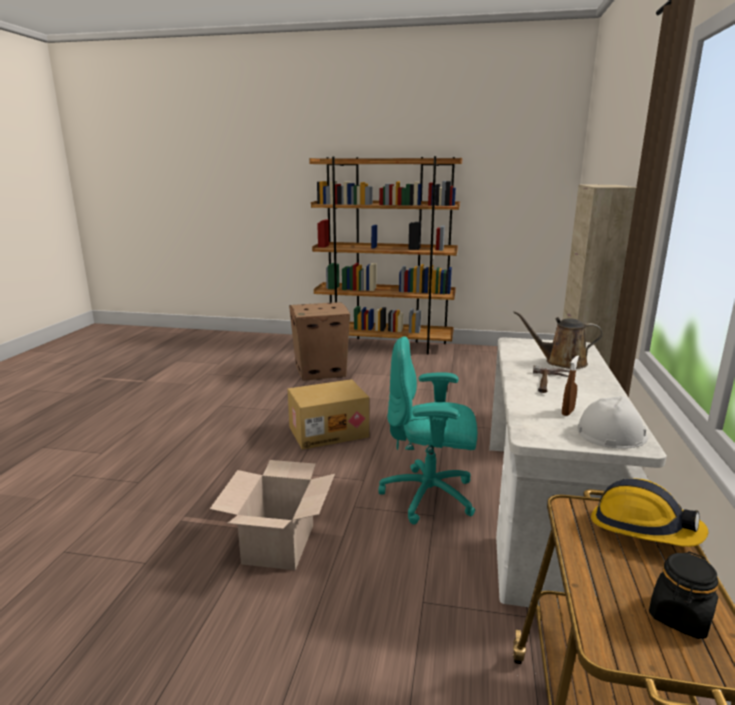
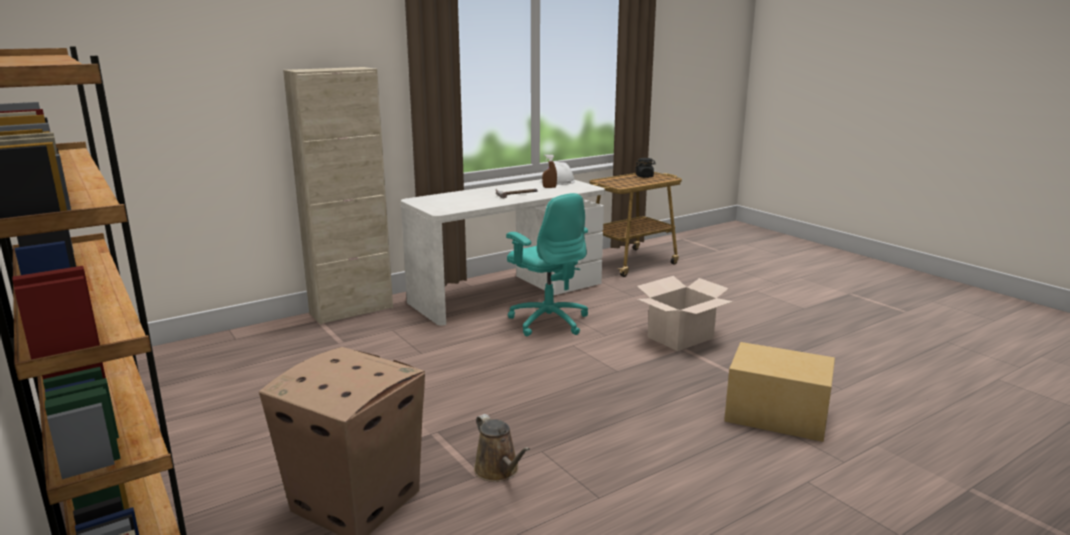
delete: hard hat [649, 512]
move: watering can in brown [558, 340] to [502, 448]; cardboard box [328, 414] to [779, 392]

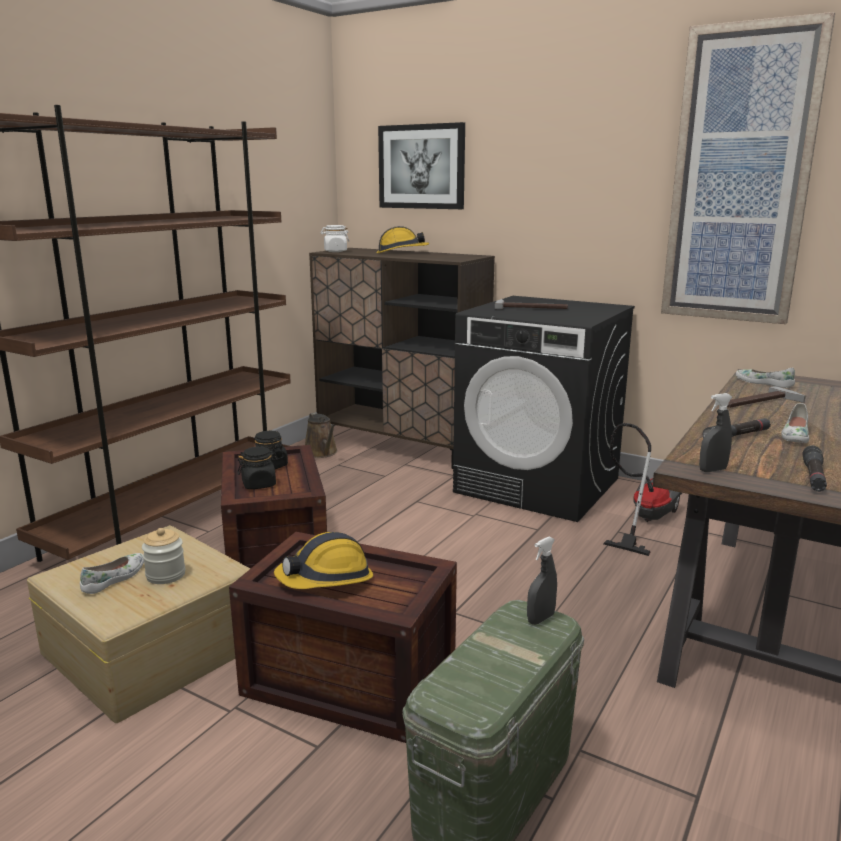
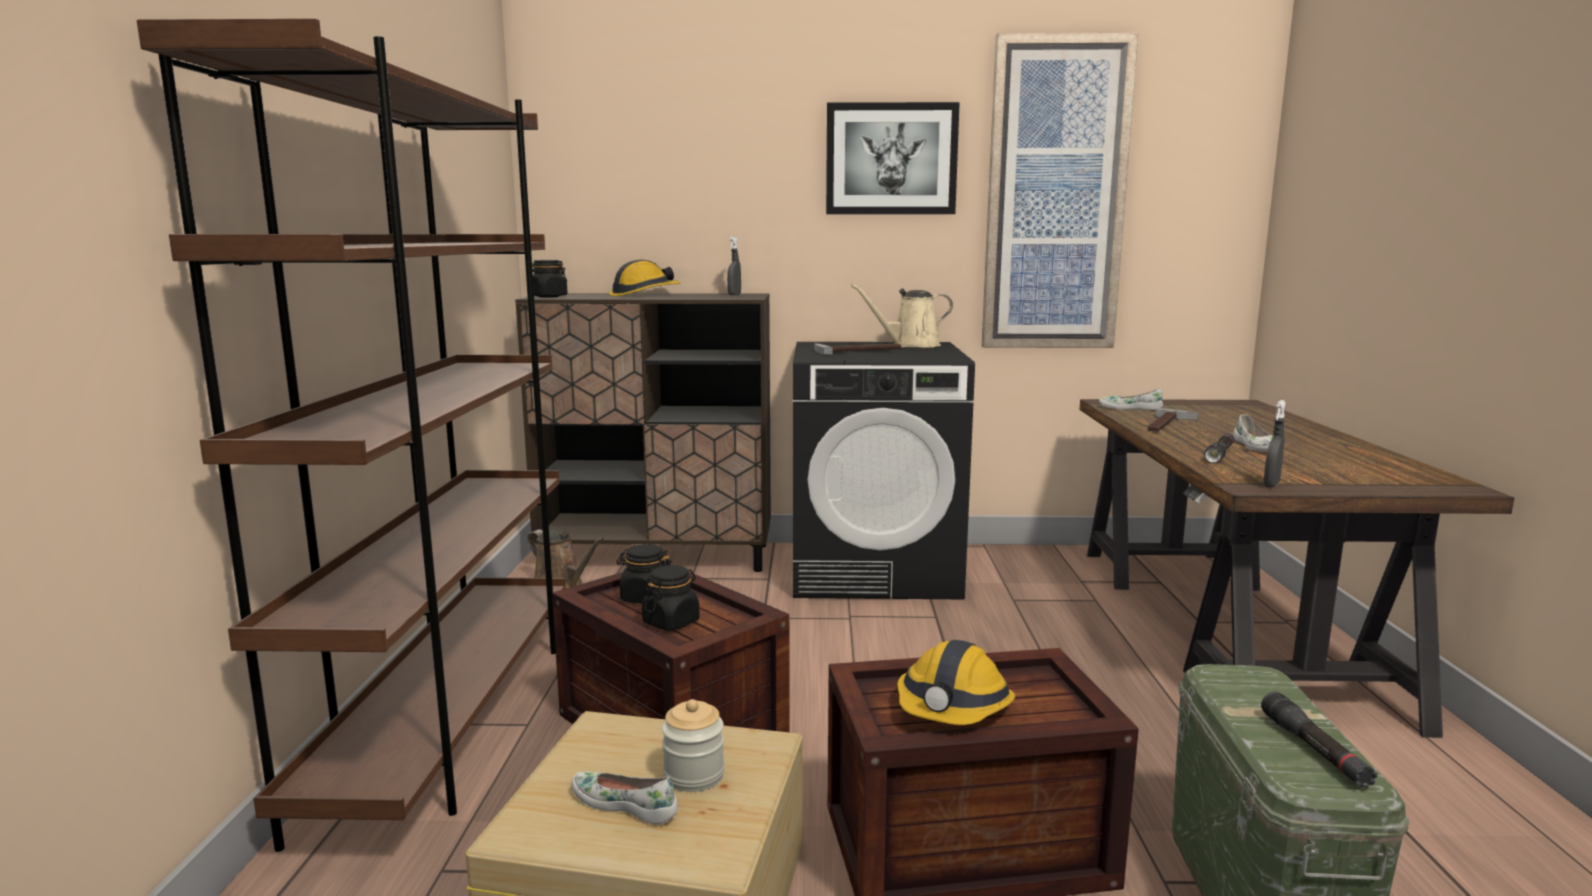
delete: vacuum cleaner [642, 489]
insert: watering can in beige [902, 316]
move: picture [421, 165] to [893, 158]; flashlight in black [815, 468] to [1319, 740]; spray bottle in grey [542, 581] to [734, 266]
recolor: jar in white [335, 238] to jar in black [549, 279]
rotate: shoe in white [112, 573] = [624, 798] 60 degrees counterclockwise

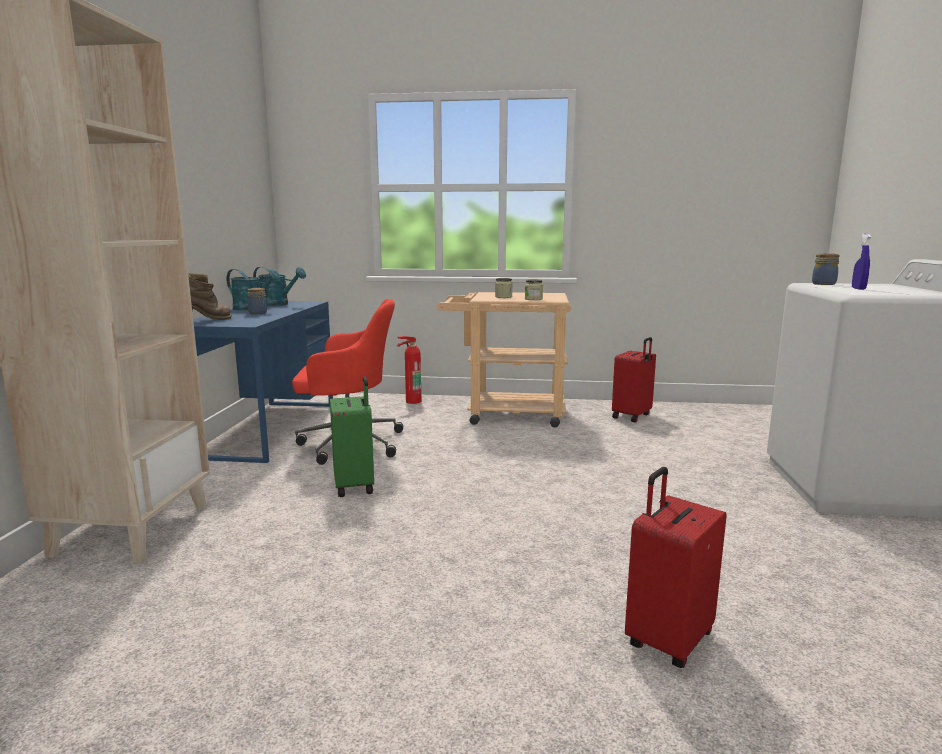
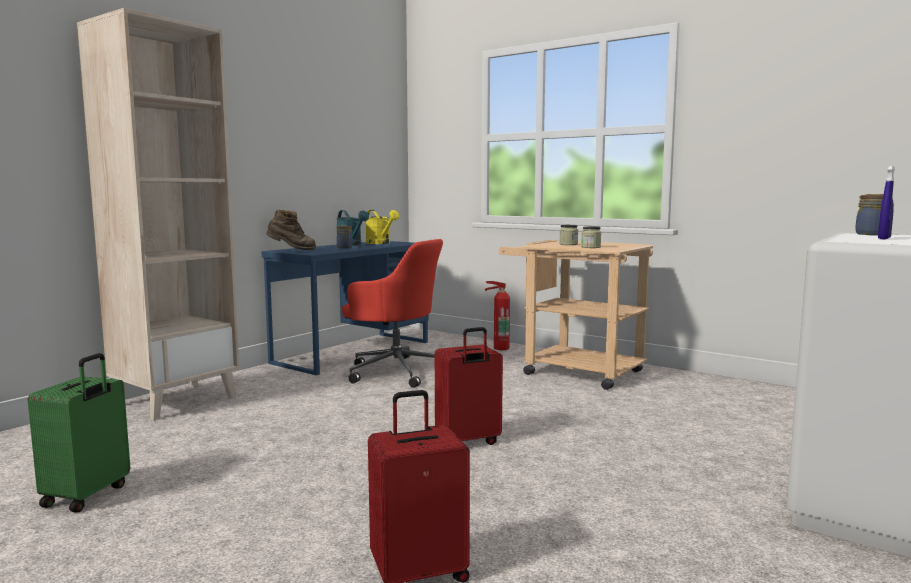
move: suitcase in red [634, 379] to [469, 386]; suitcase in green [352, 436] to [79, 432]
recolor: watering can in turquoise [279, 286] to watering can in yellow [382, 227]

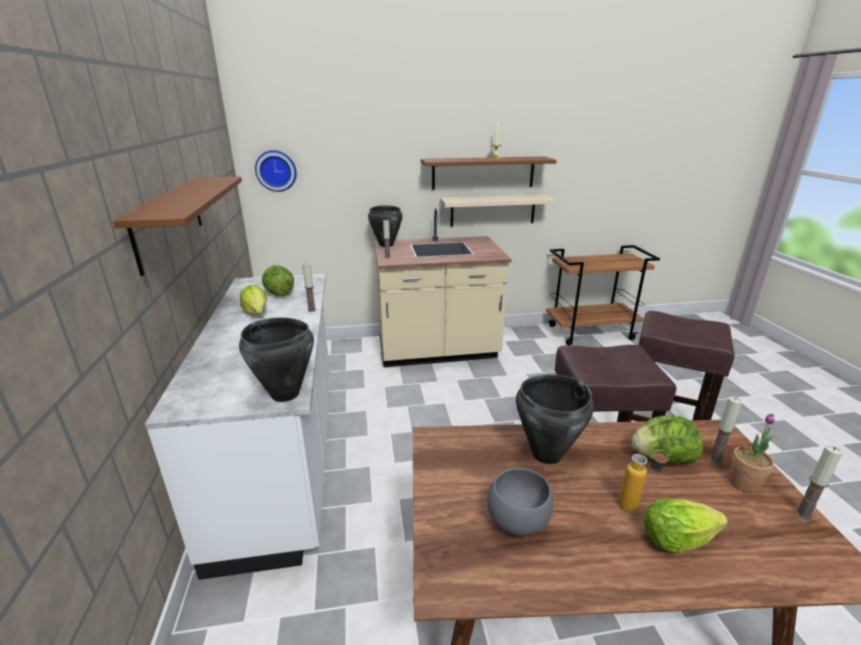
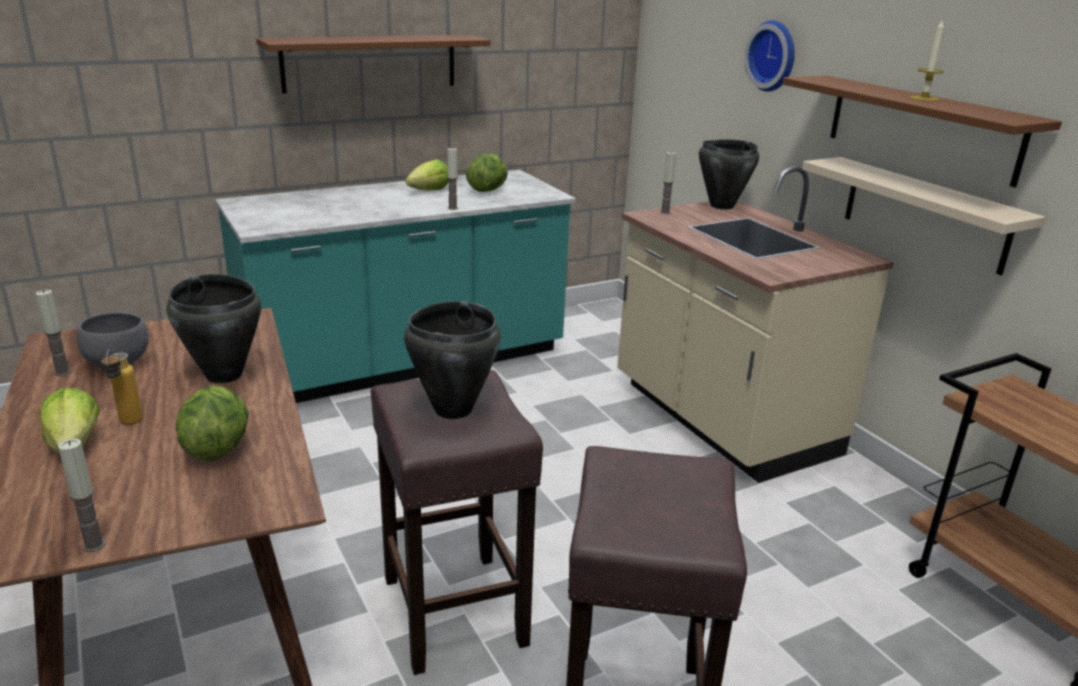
delete: potted plant [751, 453]
move: wall clock [276, 171] to [769, 56]; cooking pot in black [276, 360] to [452, 360]; candle [725, 430] to [53, 333]
recolor: counter in white [237, 427] to counter in turquoise [395, 286]

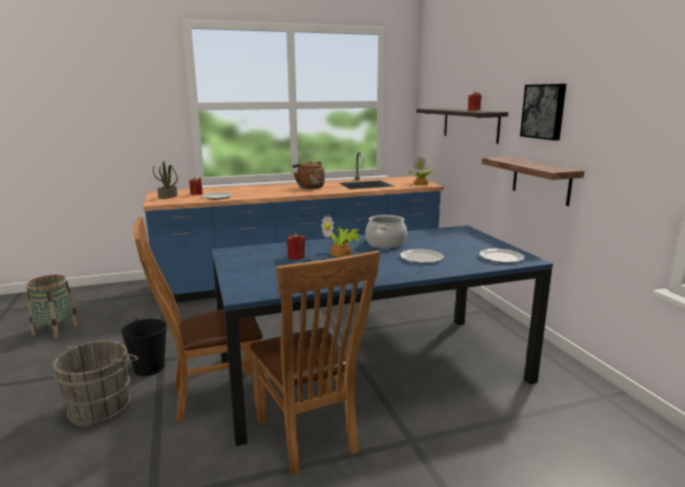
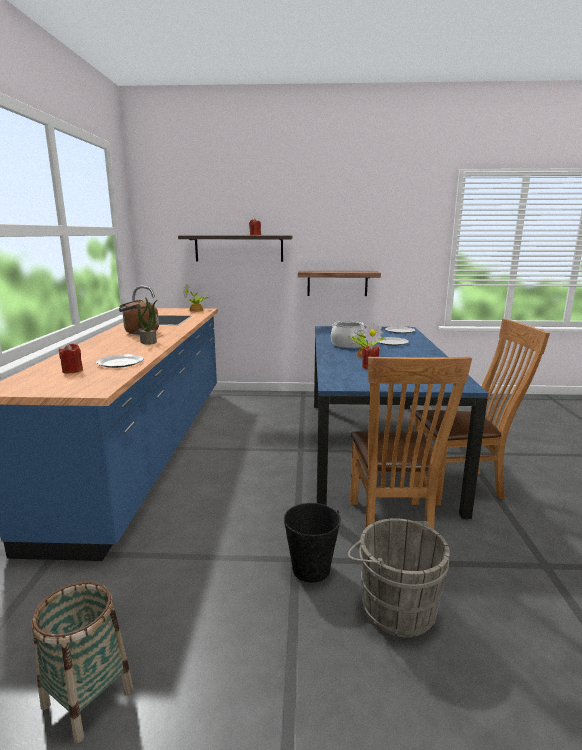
delete: picture [543, 112]
move: potted plant [165, 180] to [147, 321]

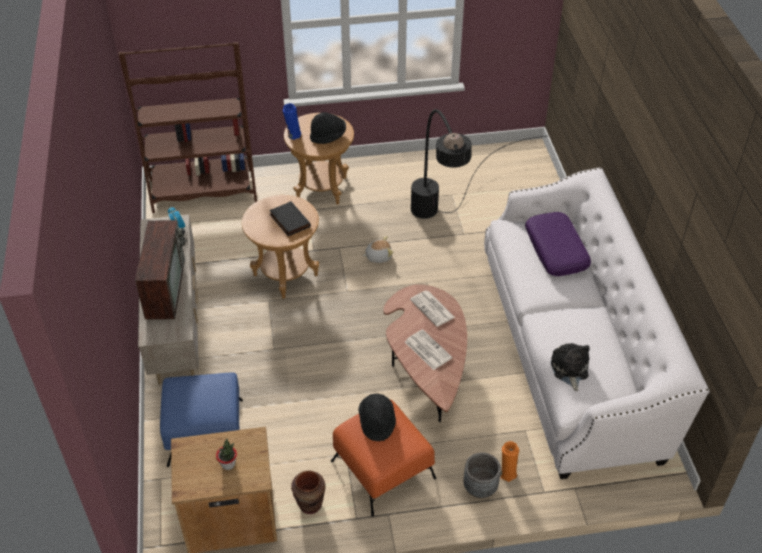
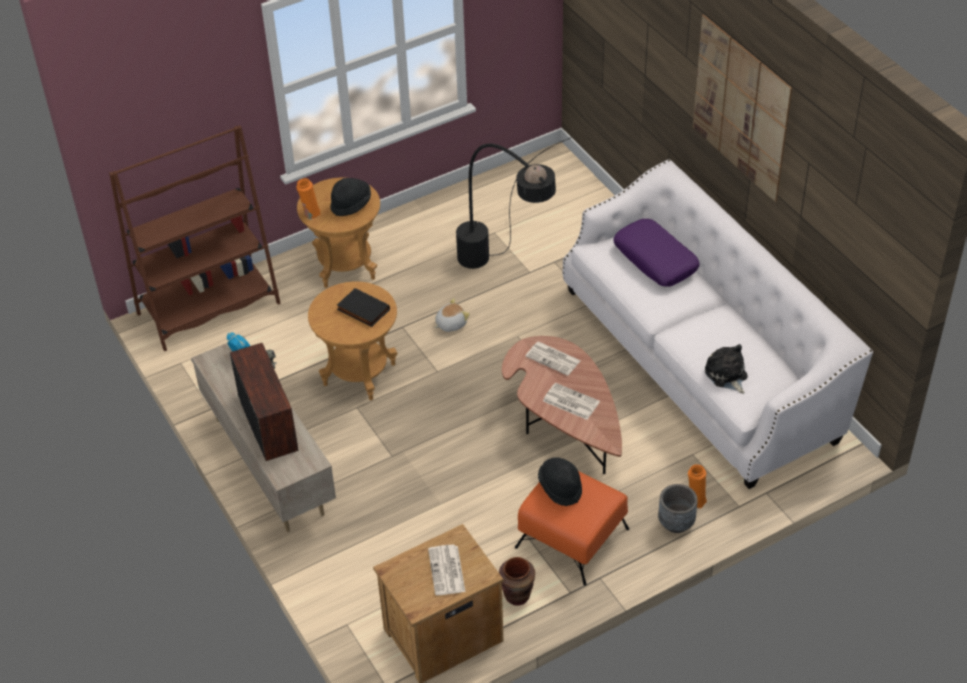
delete: ottoman in blue [201, 419]
insert: picture [742, 108]
replace: potted plant [226, 454] to newspaper [446, 569]
recolor: vase in blue [292, 121] to vase in orange [308, 198]

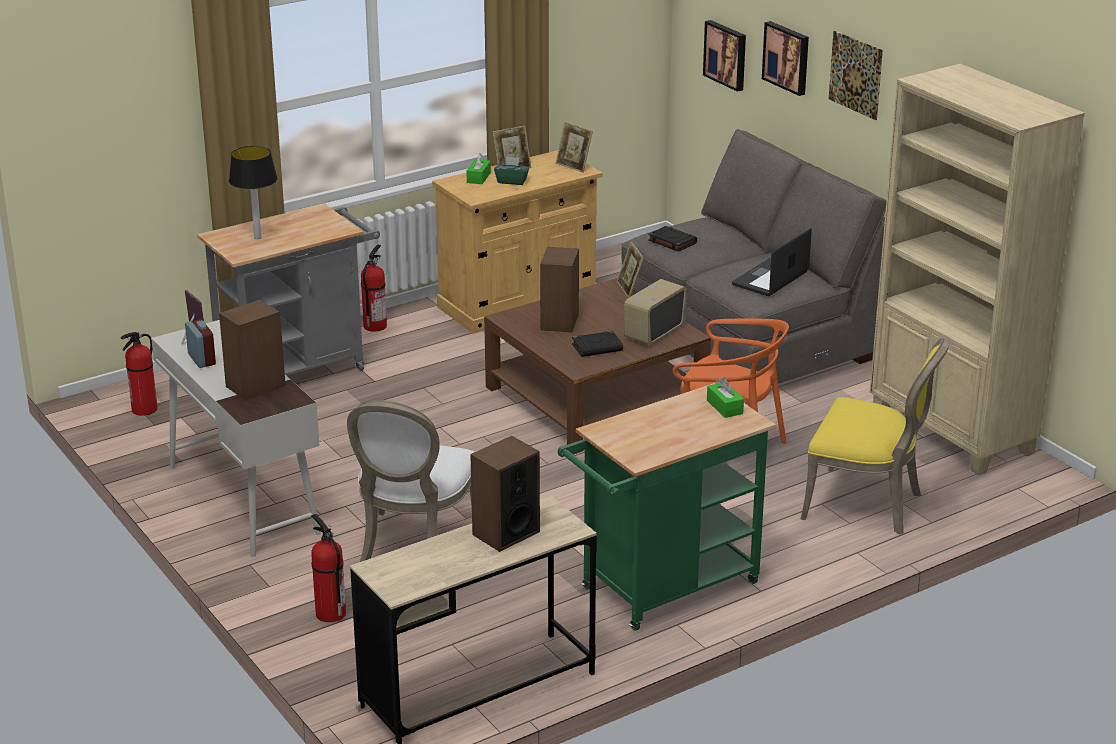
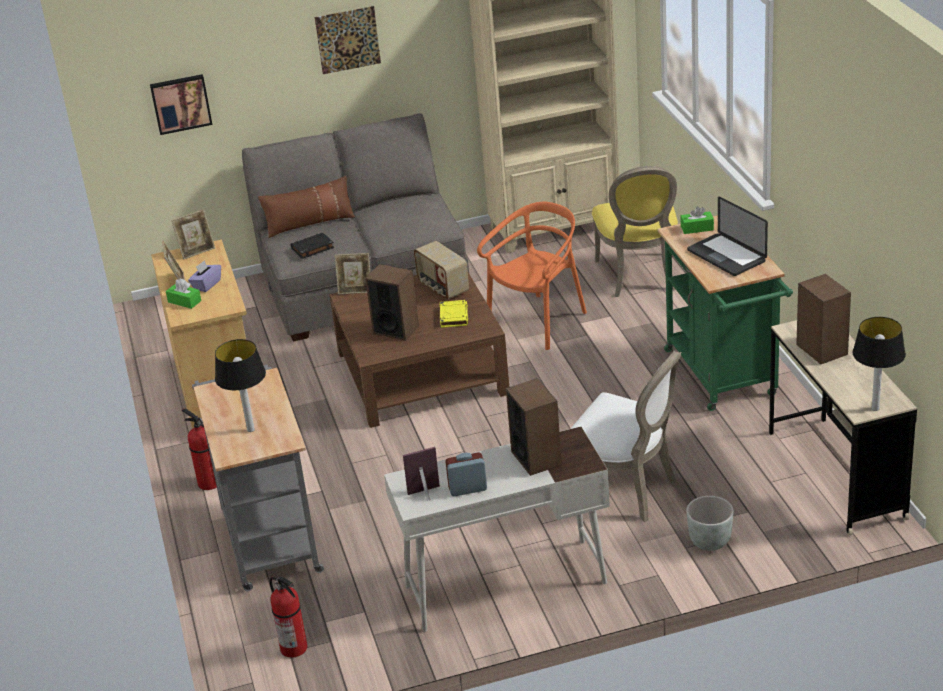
delete: picture [785, 58]
insert: pillow in brown [306, 207]; table lamp [879, 364]
move: laptop [772, 262] to [727, 236]
replace: fire extinguisher [328, 568] to planter in grey [710, 523]
recolor: tissue box in green [511, 170] to tissue box in purple [204, 276]; book in black [597, 344] to book in yellow [453, 314]
rotate: chair in yellow [876, 436] = [635, 231] 135 degrees clockwise

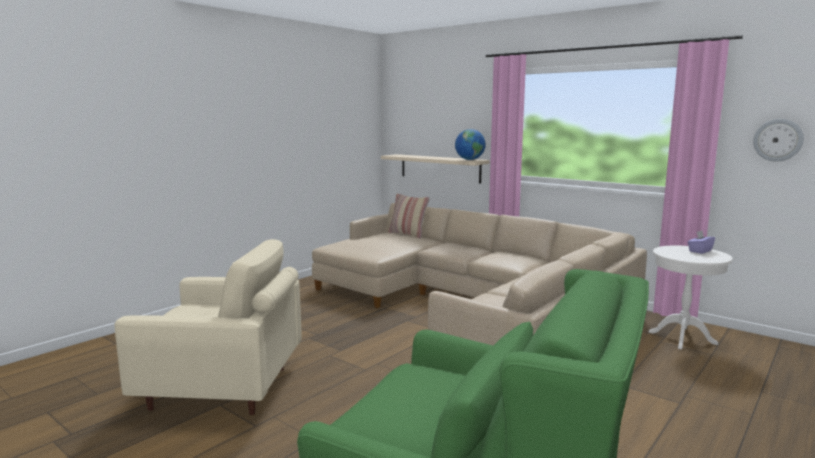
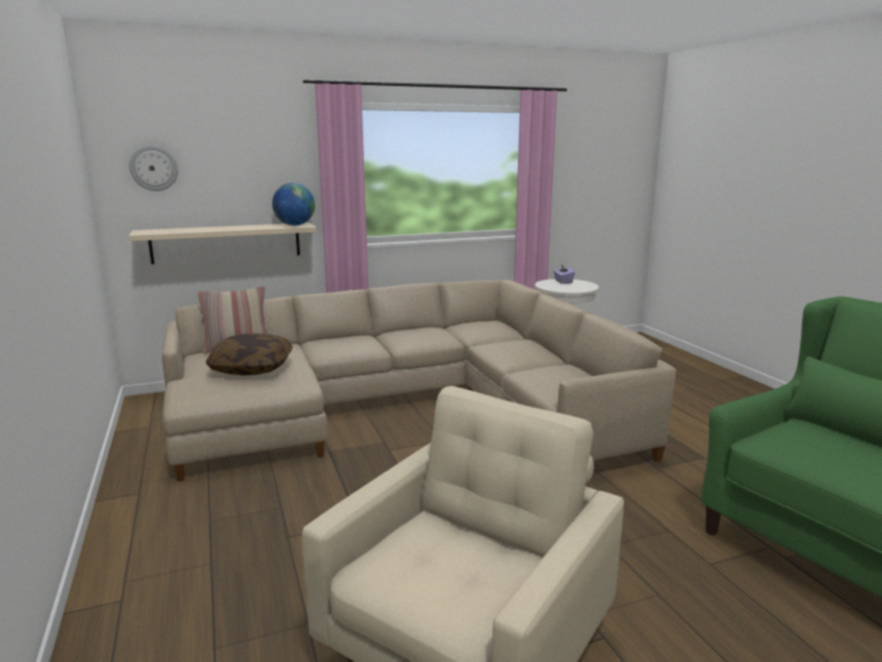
insert: pillow [249, 354]
move: wall clock [778, 140] to [153, 168]

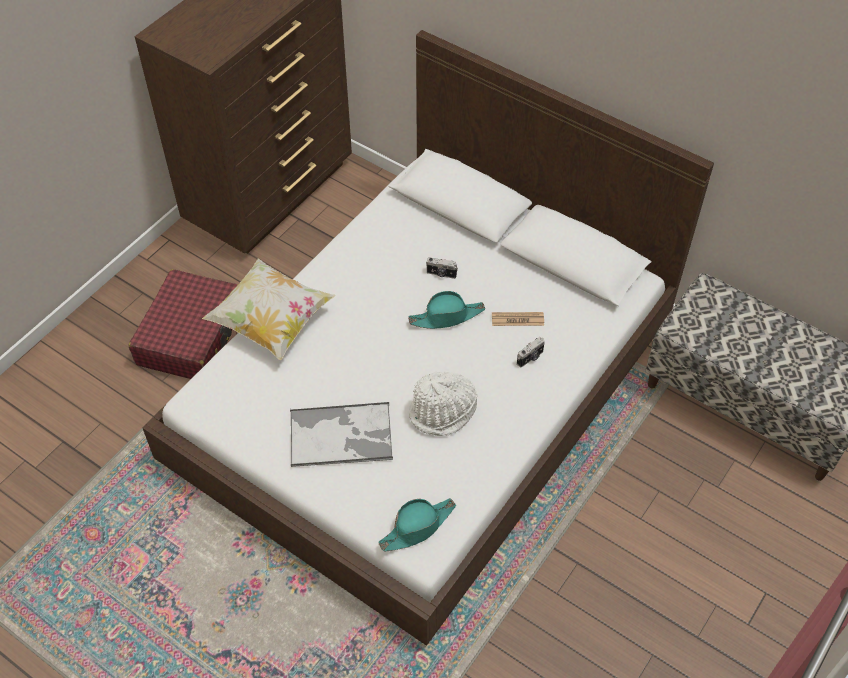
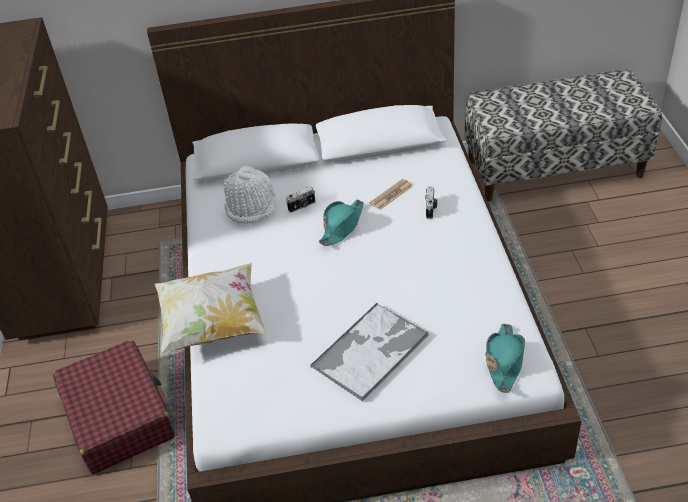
move: hat in white [443, 403] to [250, 195]

